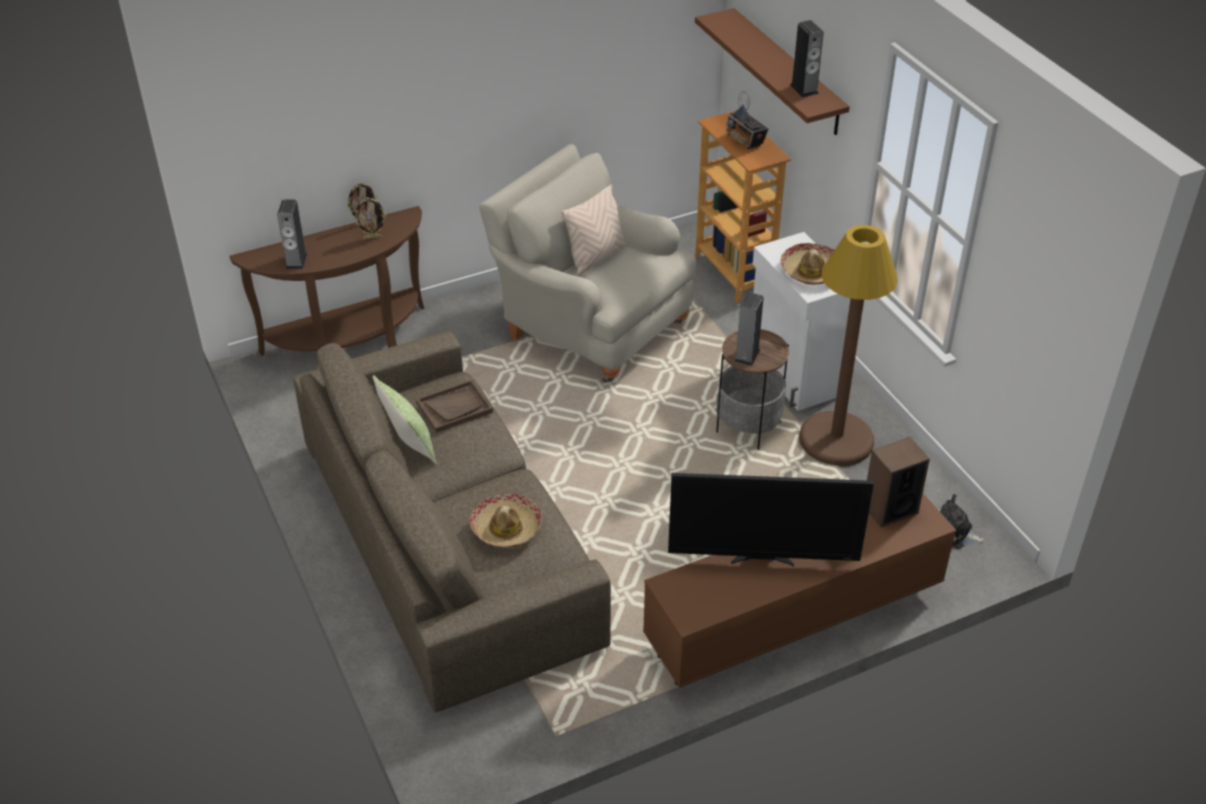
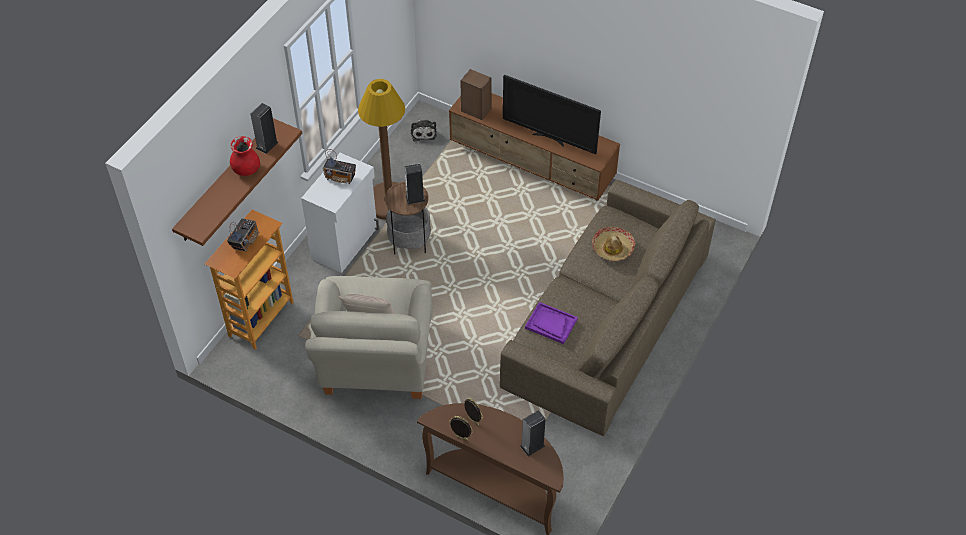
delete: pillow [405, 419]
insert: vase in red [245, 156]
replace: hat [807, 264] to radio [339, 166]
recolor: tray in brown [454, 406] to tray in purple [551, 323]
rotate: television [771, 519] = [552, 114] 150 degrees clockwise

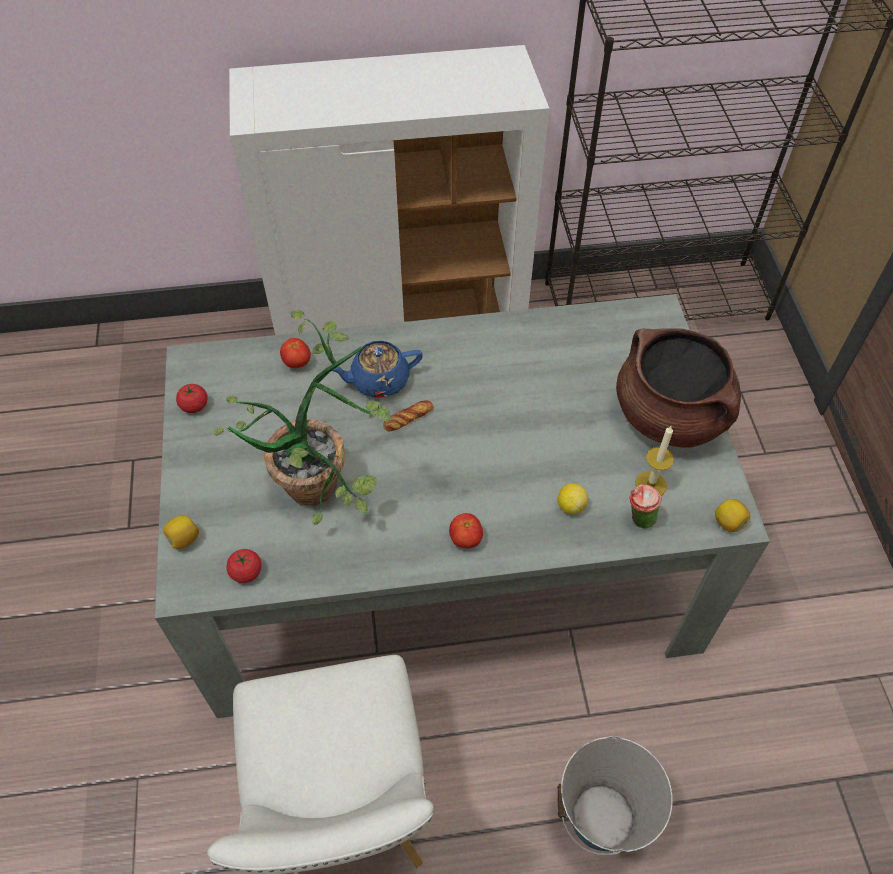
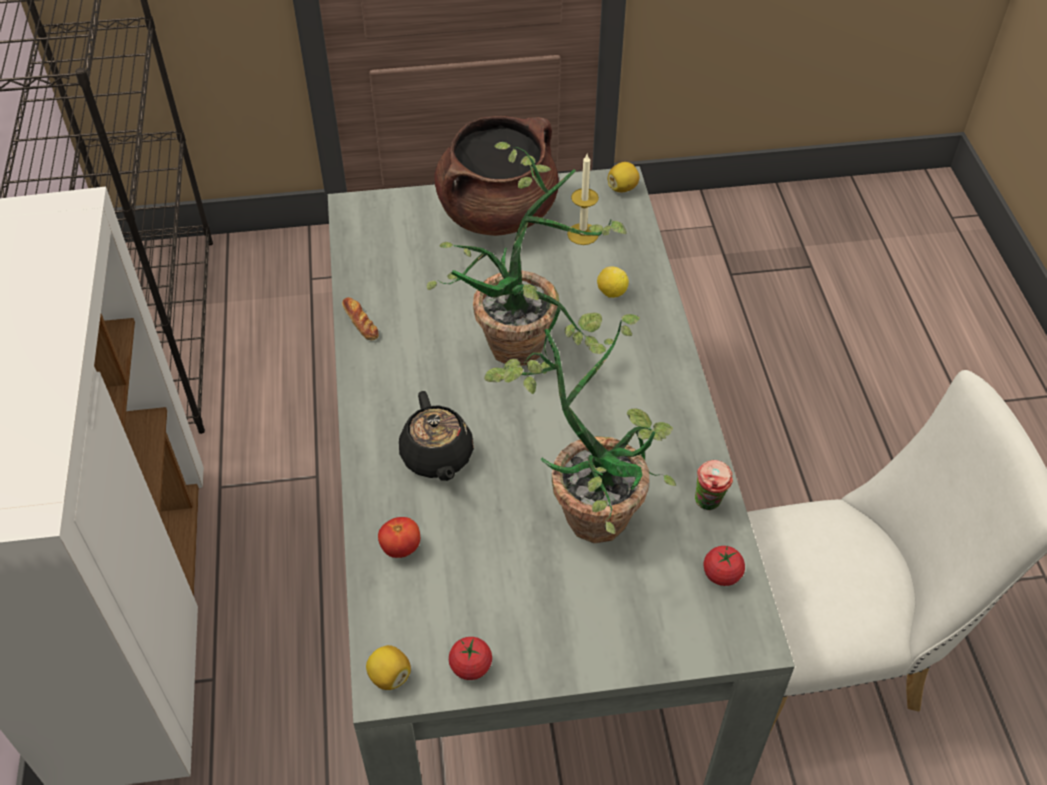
delete: tomato [466, 530]; bucket [615, 795]
insert: potted plant [527, 258]
move: bread [408, 415] to [360, 318]; cup [646, 506] to [714, 485]; lemon [181, 532] to [388, 667]
recolor: teapot in blue [377, 369] to teapot in black [436, 436]

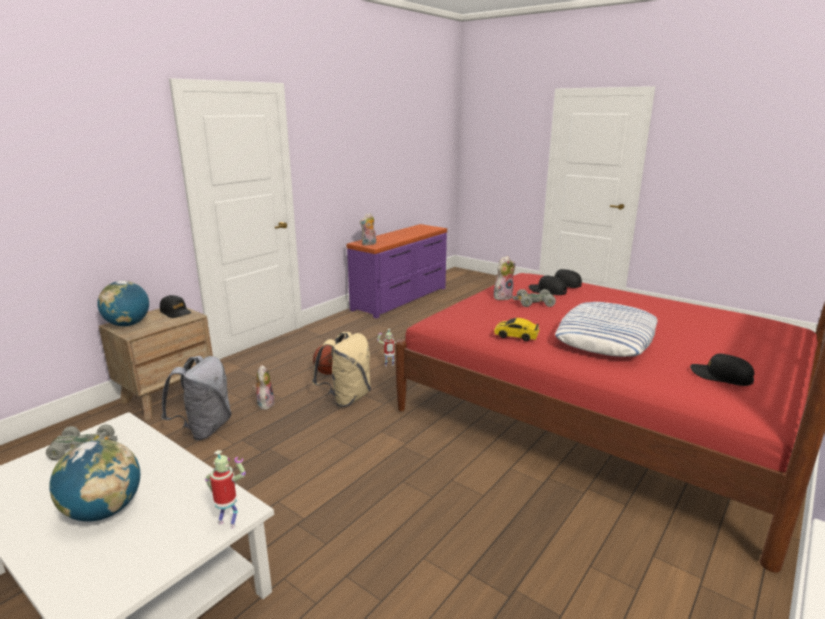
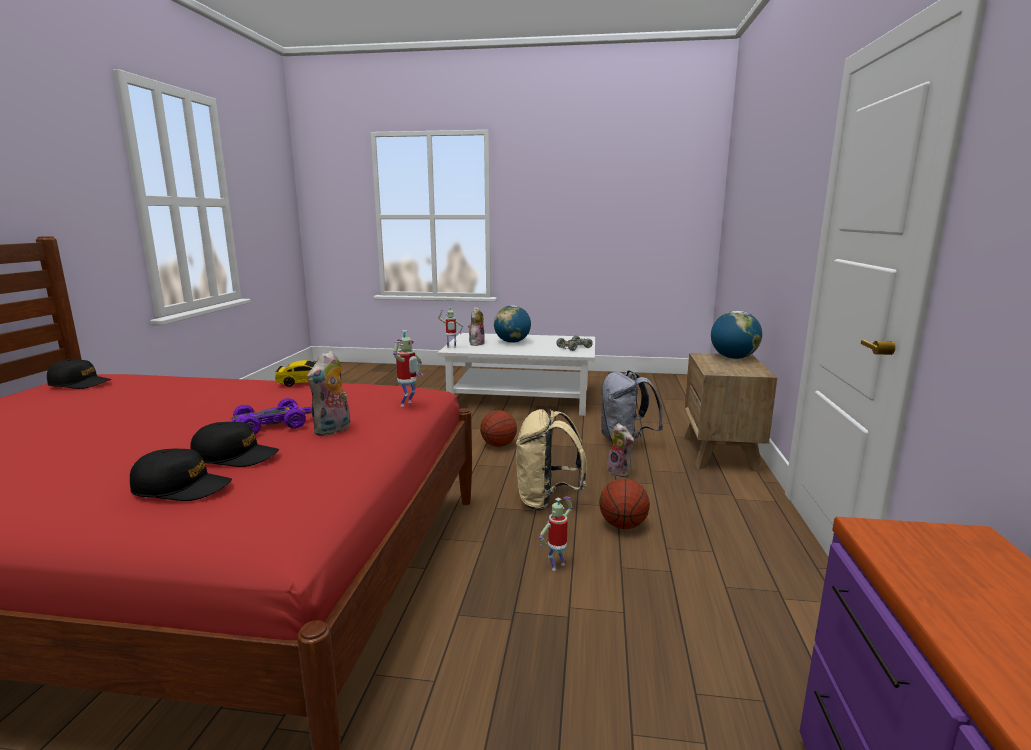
delete: cap in black [175, 306]; pillow [606, 329]
insert: toy robot [408, 368]; basketball [498, 428]
move: plush toy [367, 229] to [476, 326]
recolor: toy car in grey [534, 298] to toy car in purple [271, 416]

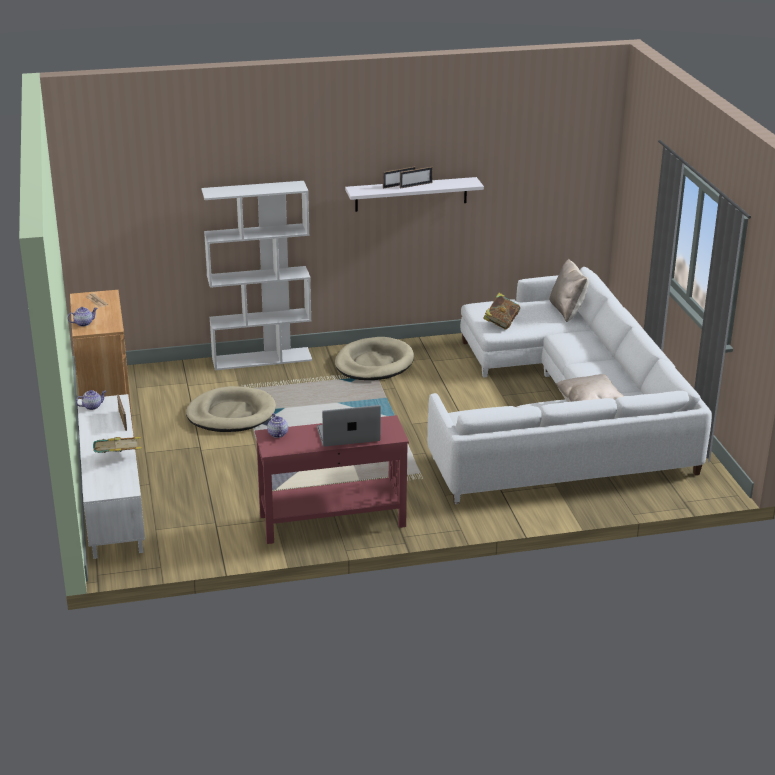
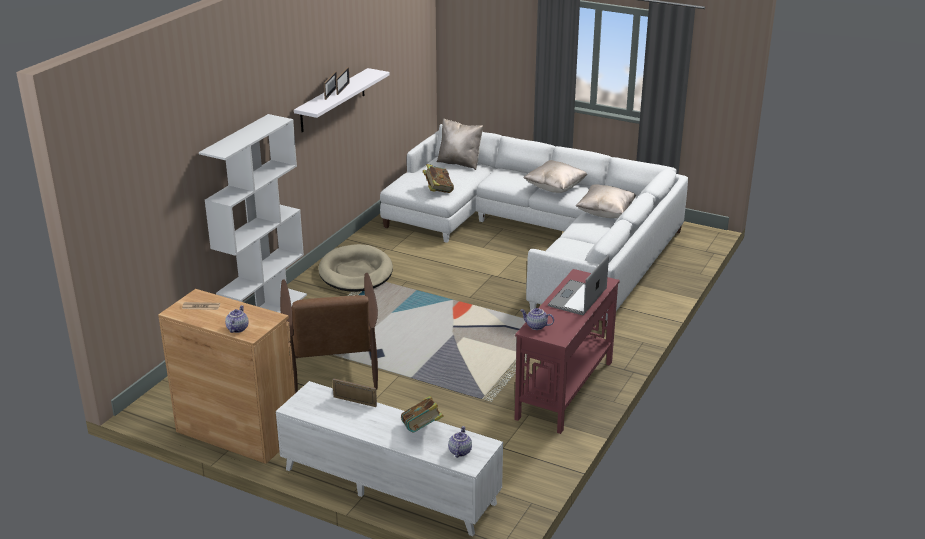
insert: pillow in beige [555, 176]
move: teapot [91, 400] to [460, 442]
replace: dog bed in beige [231, 409] to armchair in brown [329, 333]

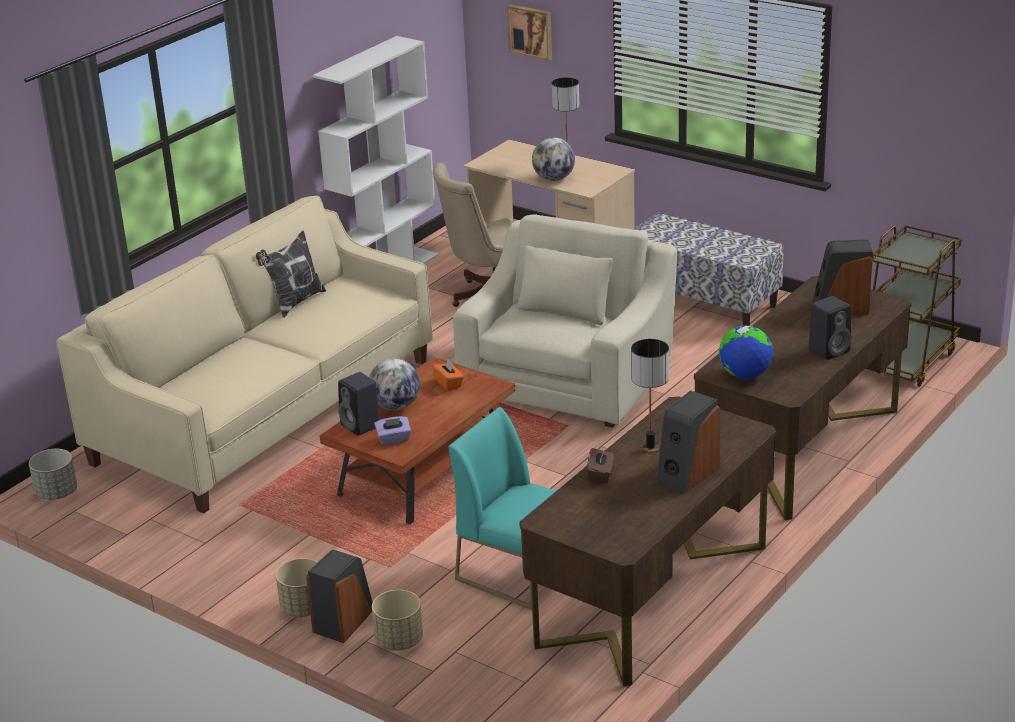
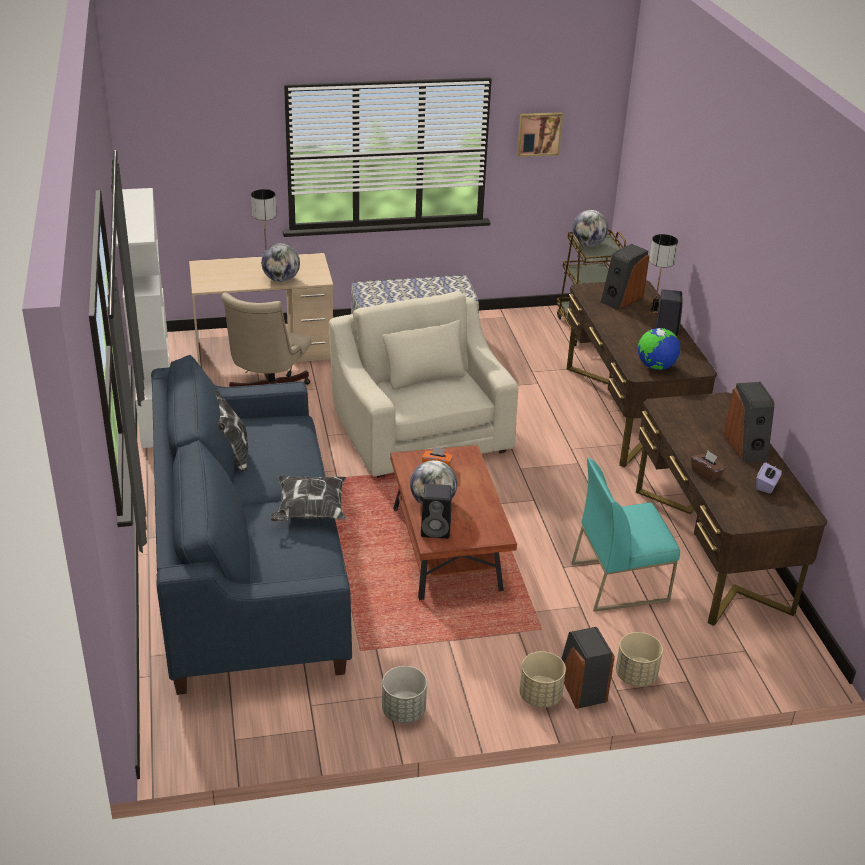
insert: globe [590, 228]; pillow [308, 499]
move: picture [529, 32] to [540, 134]; table lamp [650, 396] to [663, 274]; tissue box in purple [392, 430] to [769, 478]; planter in grey [53, 474] to [404, 694]
recolor: sofa in beige [244, 354] to sofa in blue [251, 525]

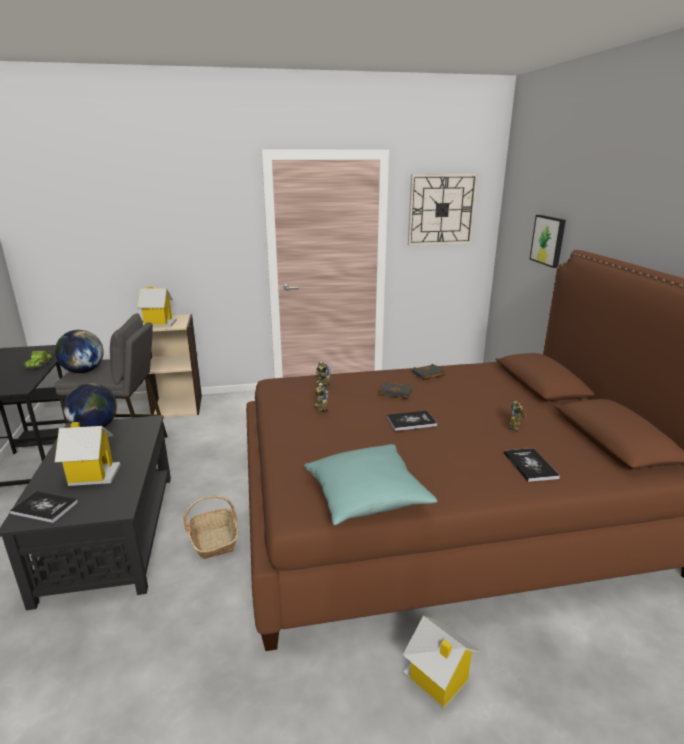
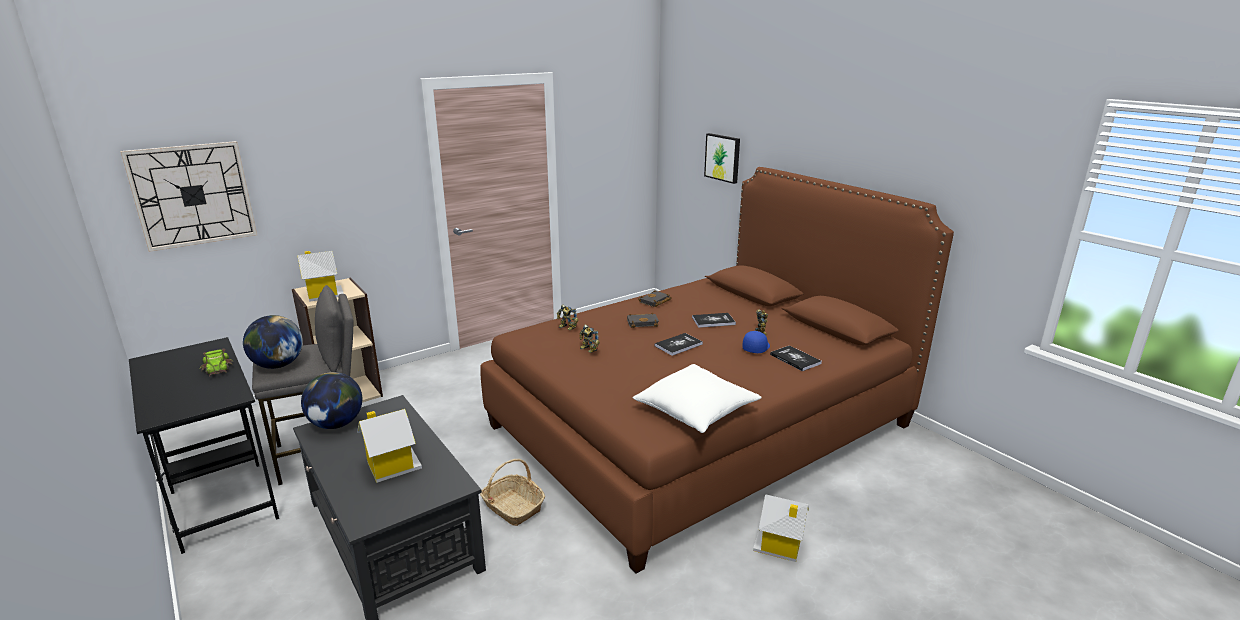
insert: cap in blue [756, 342]
move: wall clock [443, 210] to [188, 196]; book [44, 507] to [714, 320]
recolor: pillow in turquoise [370, 484] to pillow in white [697, 398]

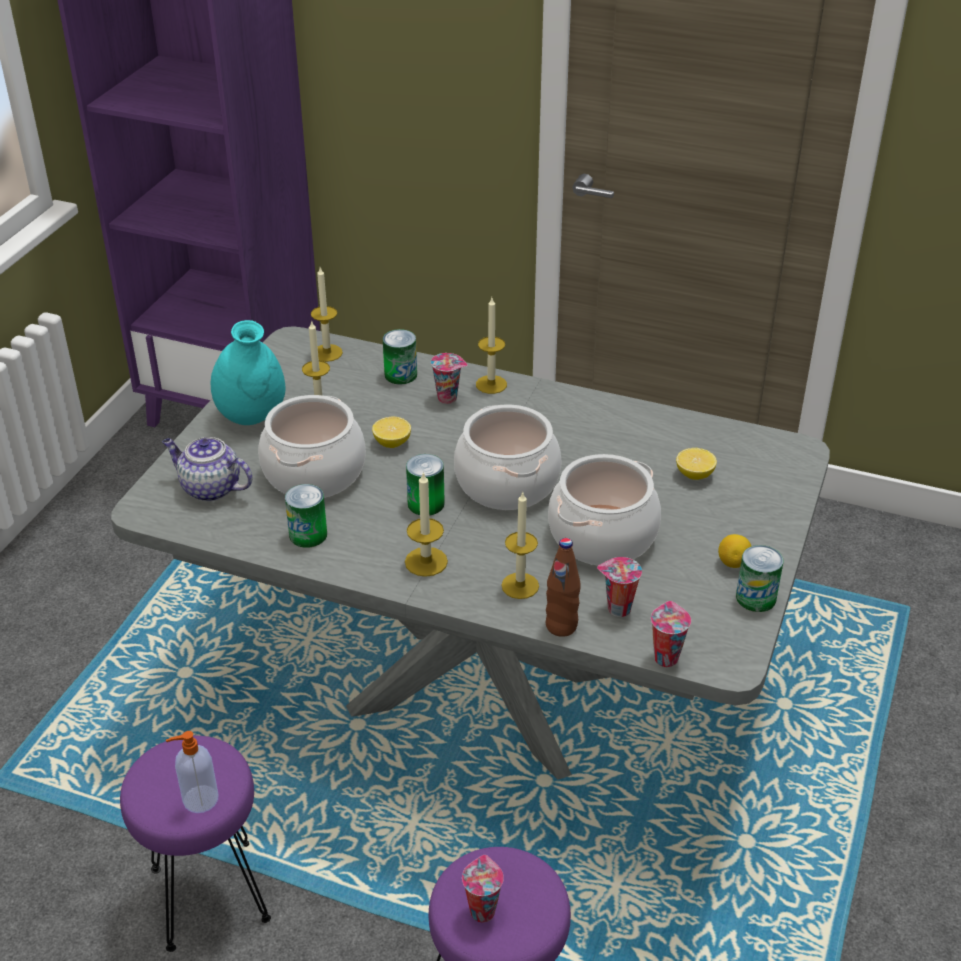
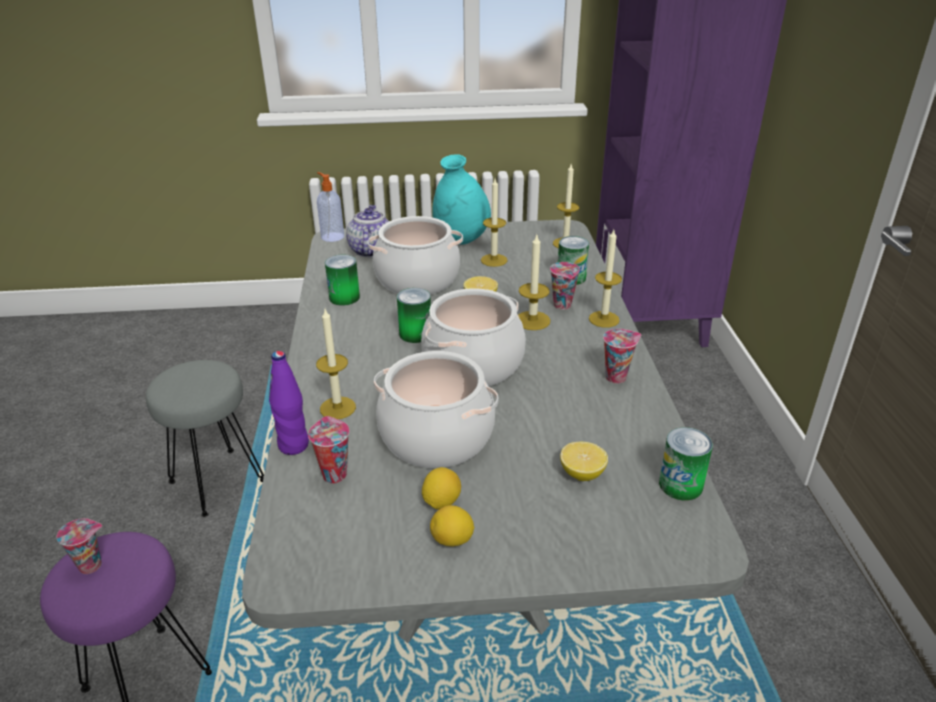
insert: lemon [441, 488]
move: candle [426, 524] to [534, 282]; can [759, 578] to [686, 463]; cup [671, 634] to [622, 356]; soap dispenser [192, 772] to [330, 207]
recolor: bottle in brown [563, 587] to bottle in purple [289, 403]; stool in purple [195, 844] to stool in grey [205, 438]

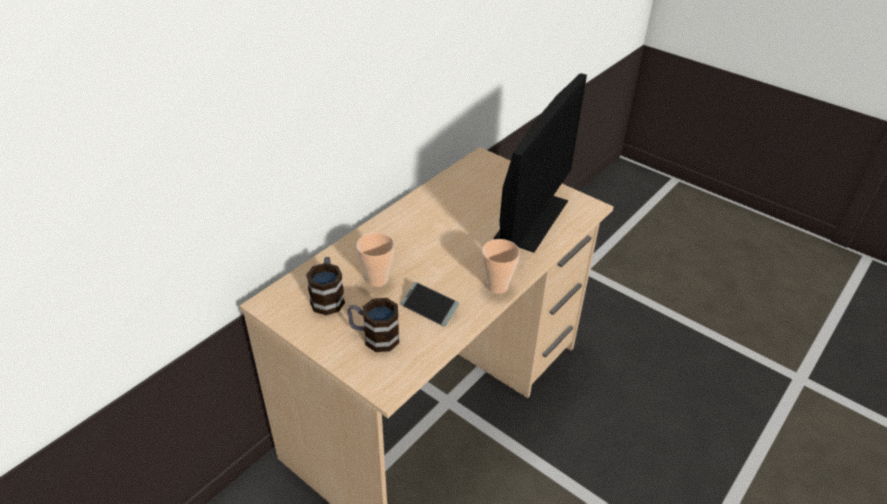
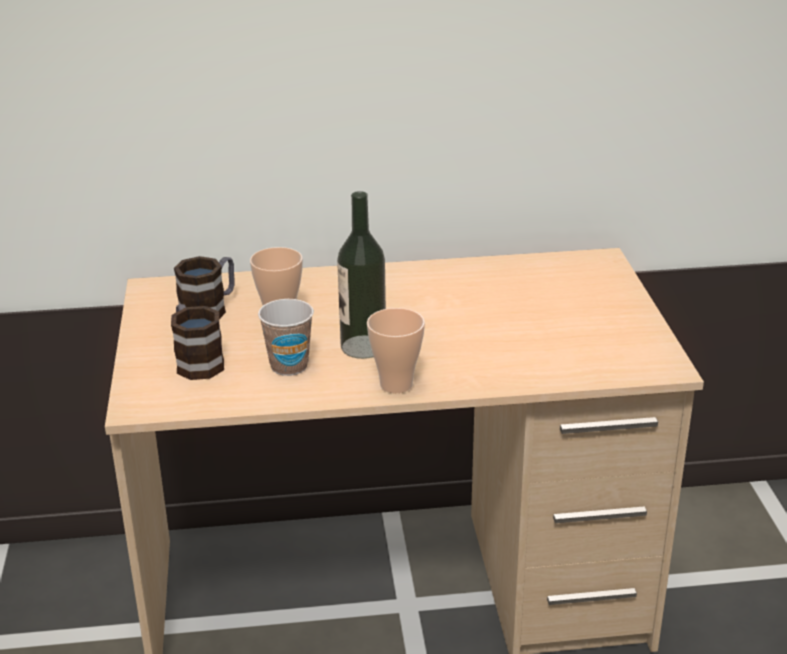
delete: monitor [540, 162]
insert: bottle [361, 275]
replace: phone [430, 304] to cup [286, 337]

